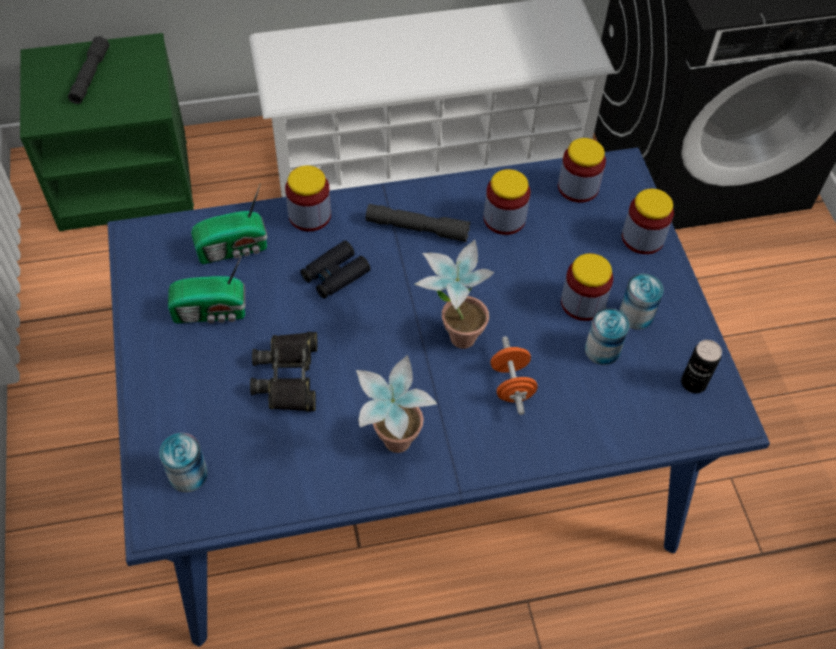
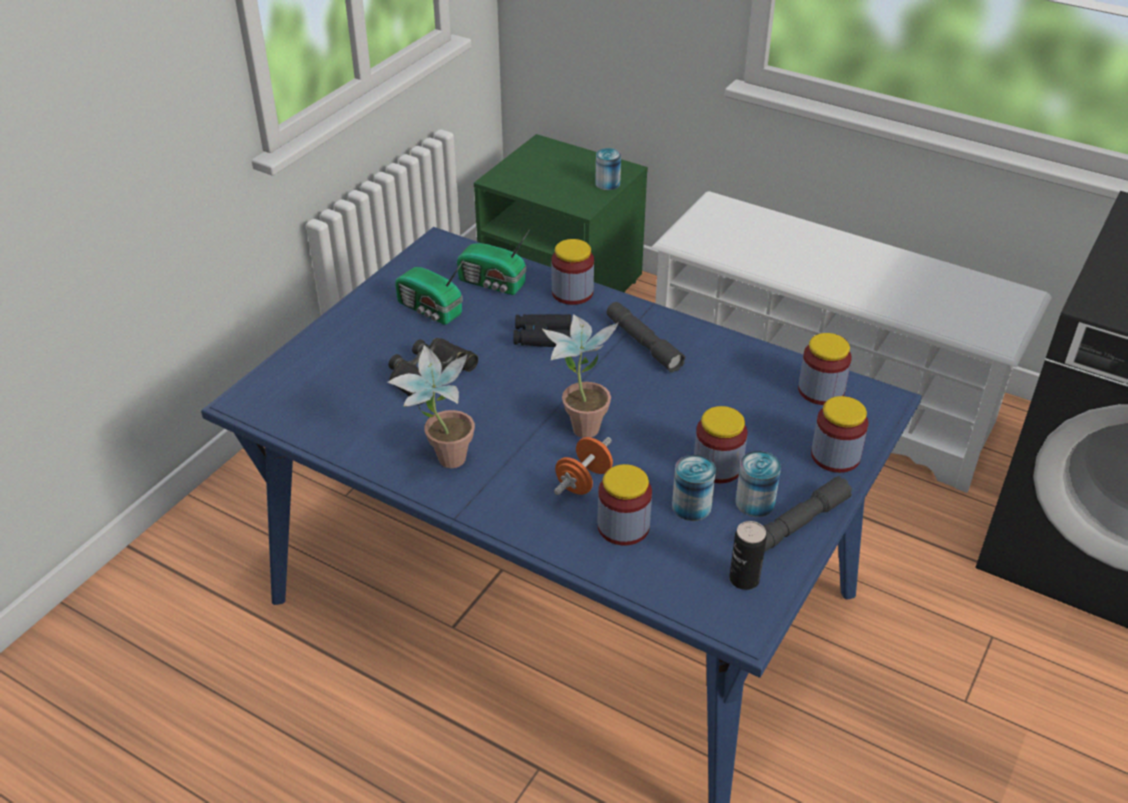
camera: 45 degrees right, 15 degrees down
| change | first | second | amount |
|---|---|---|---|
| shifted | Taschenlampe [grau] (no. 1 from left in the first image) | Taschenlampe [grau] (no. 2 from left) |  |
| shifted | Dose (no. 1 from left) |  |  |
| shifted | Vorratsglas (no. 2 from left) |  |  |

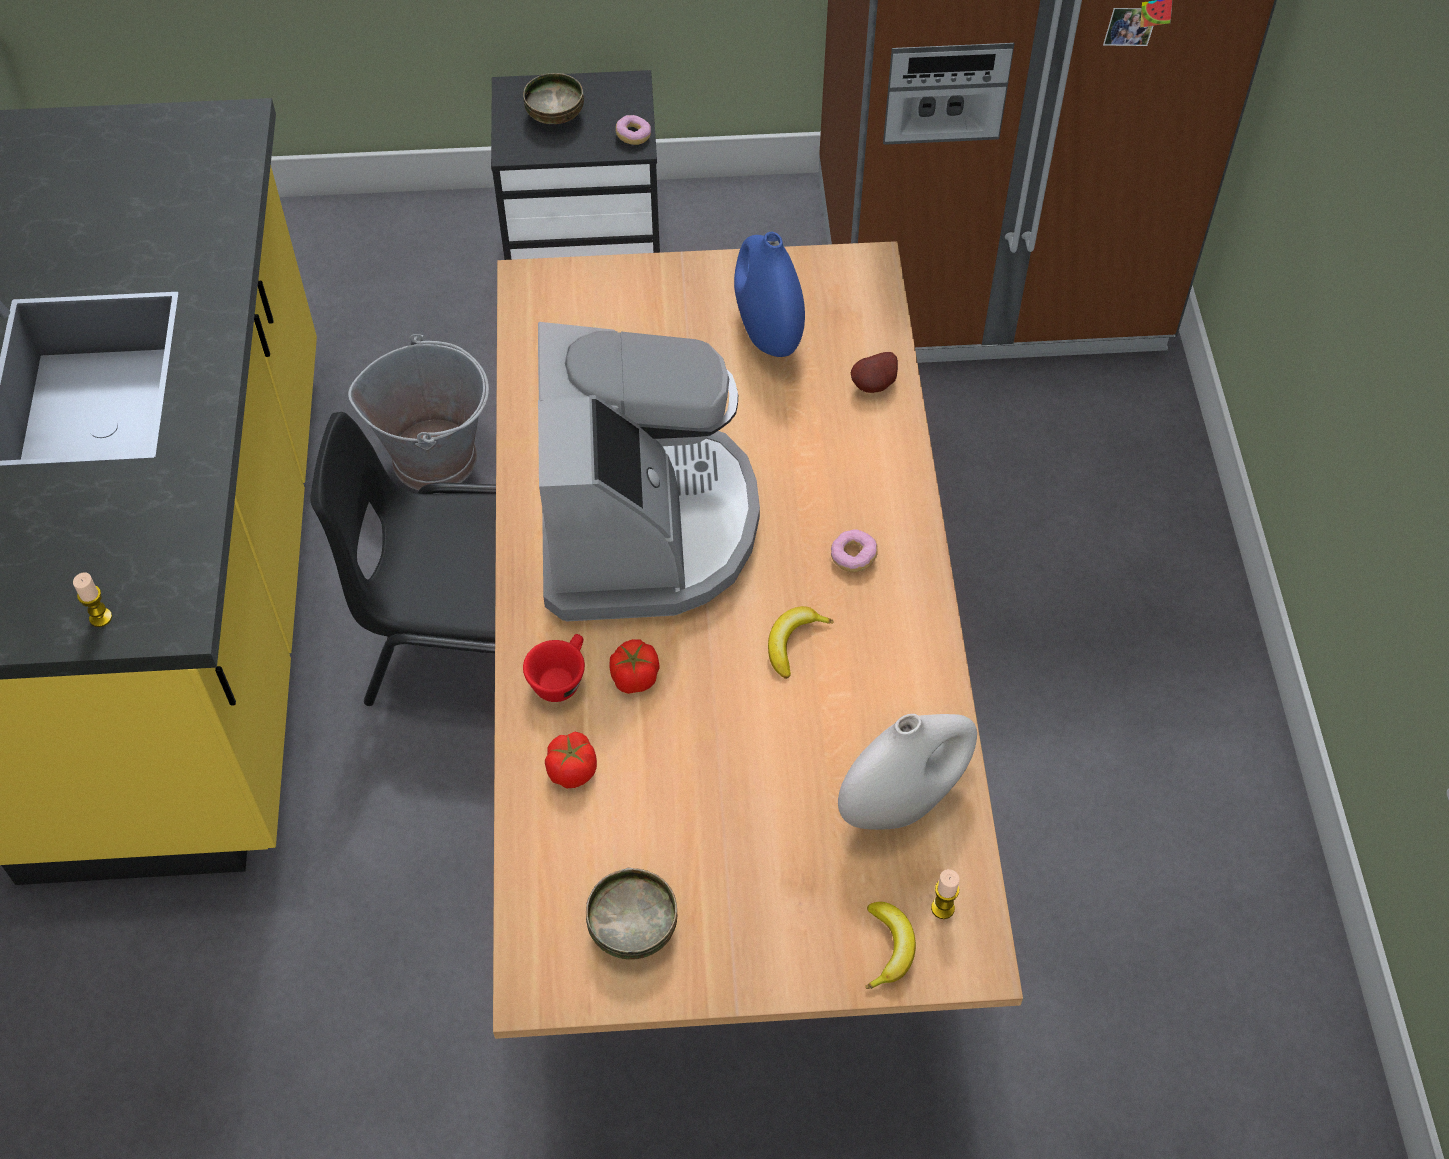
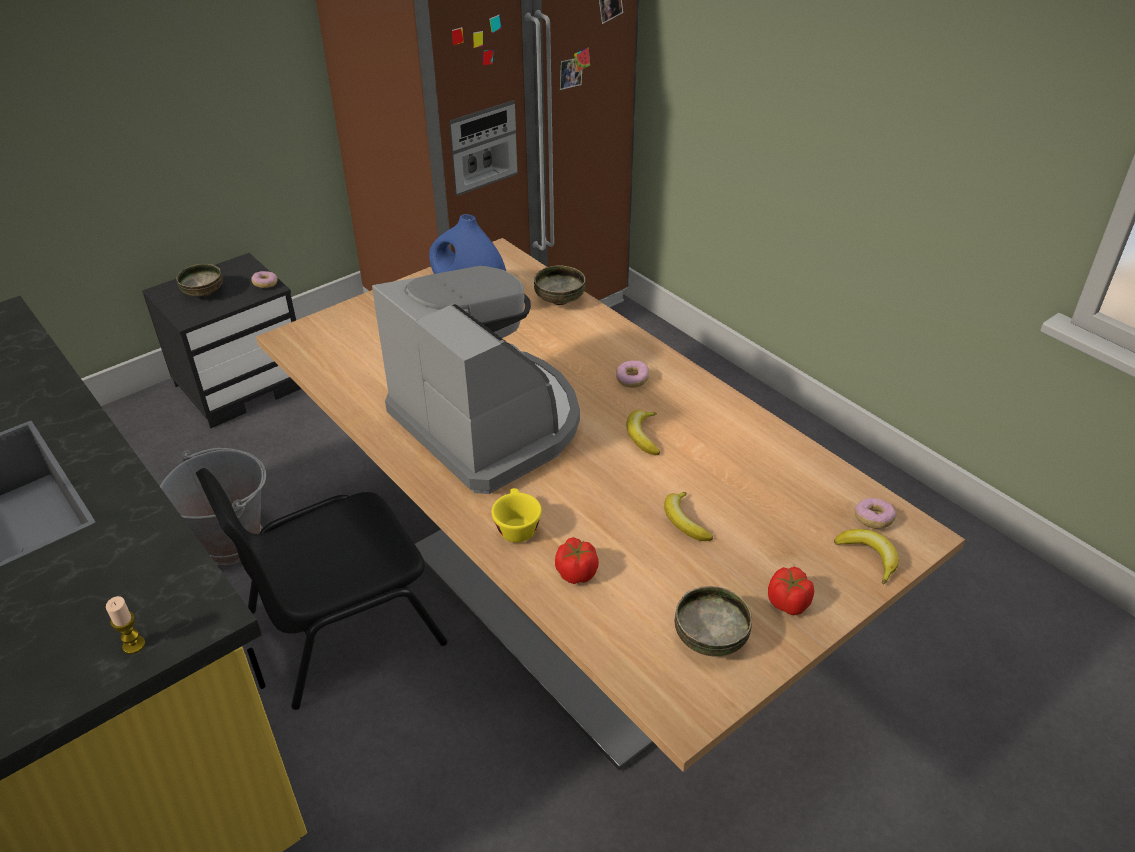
camera: 35 degrees left, 15 degrees down
| change | first | second | amount |
|---|---|---|---|
| gone | Vase [weiß] |  |  |
| new |  | Banane (no. 2 from left) |  |
| shifted | Tomate (no. 2 from left) |  |  |
| swapped | Kartoffel | Schüssel (no. 2 from left) |  |
| swapped | Kerze (no. 2 from left) | Donut (no. 3 from left) |  |
| repainted | Tasse [rot] | Tasse [gelb] |  |

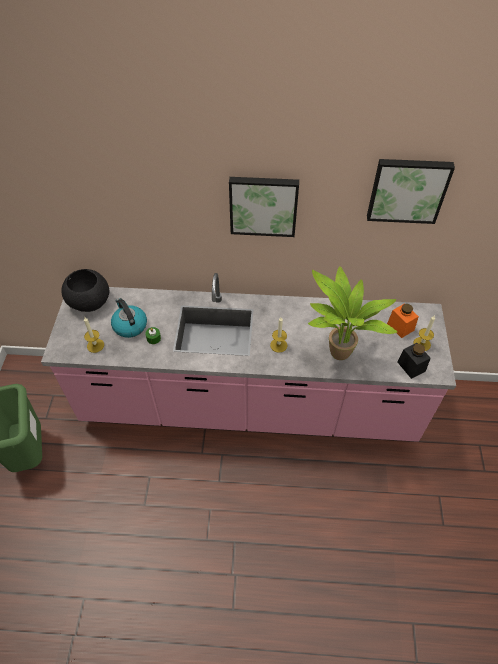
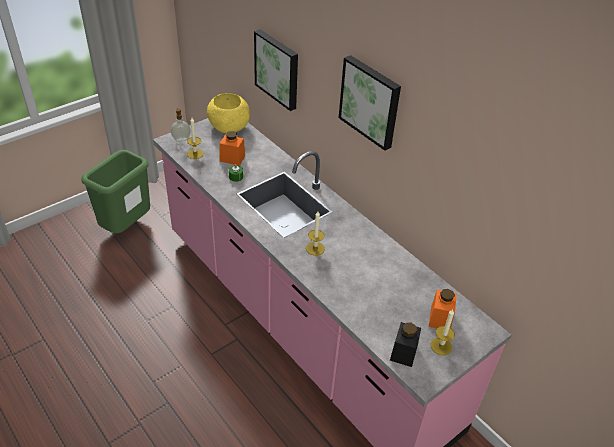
camera: 45 degrees right, 10 degrees down
| change | first | second | amount |
|---|---|---|---|
| gone | Topfpflanze |  |  |
| new |  | Seifenspender |  |
| shifted | Bild (no. 2 from left in the first image) | Bild (no. 1 from left) |  |
| swapped | Wasserkessel | Vorratsglas [orange] (no. 1 from left) |  |
| repainted | Schüssel [schwarz] | Schüssel [gelb] |  |

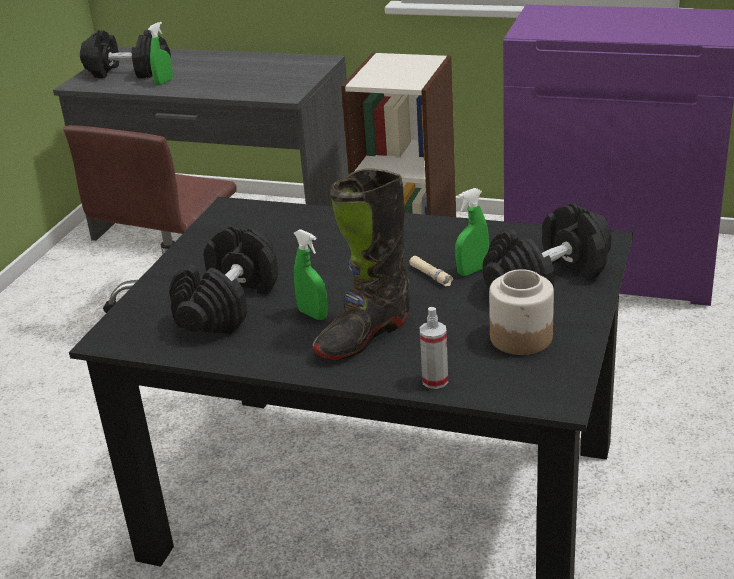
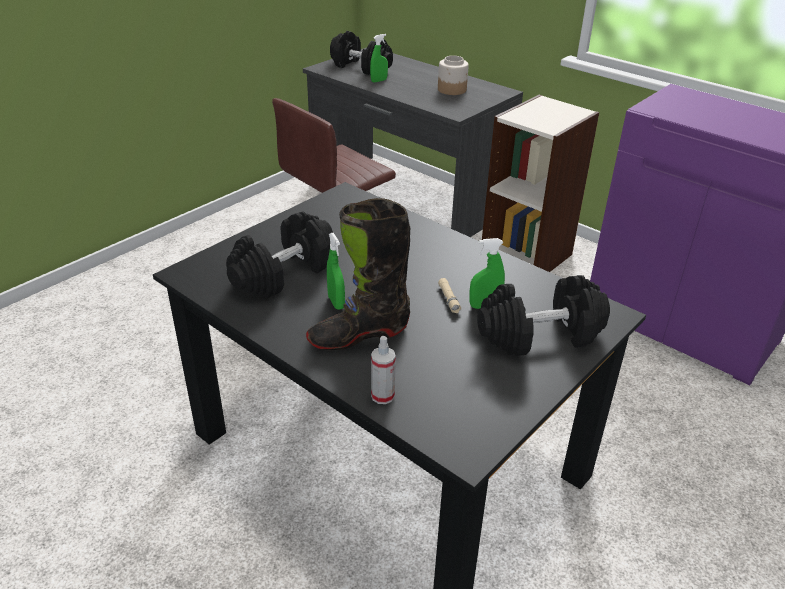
camera: 20 degrees right, 5 degrees up
| change | first | second | amount |
|---|---|---|---|
| shifted | Vorratsglas |  |  |

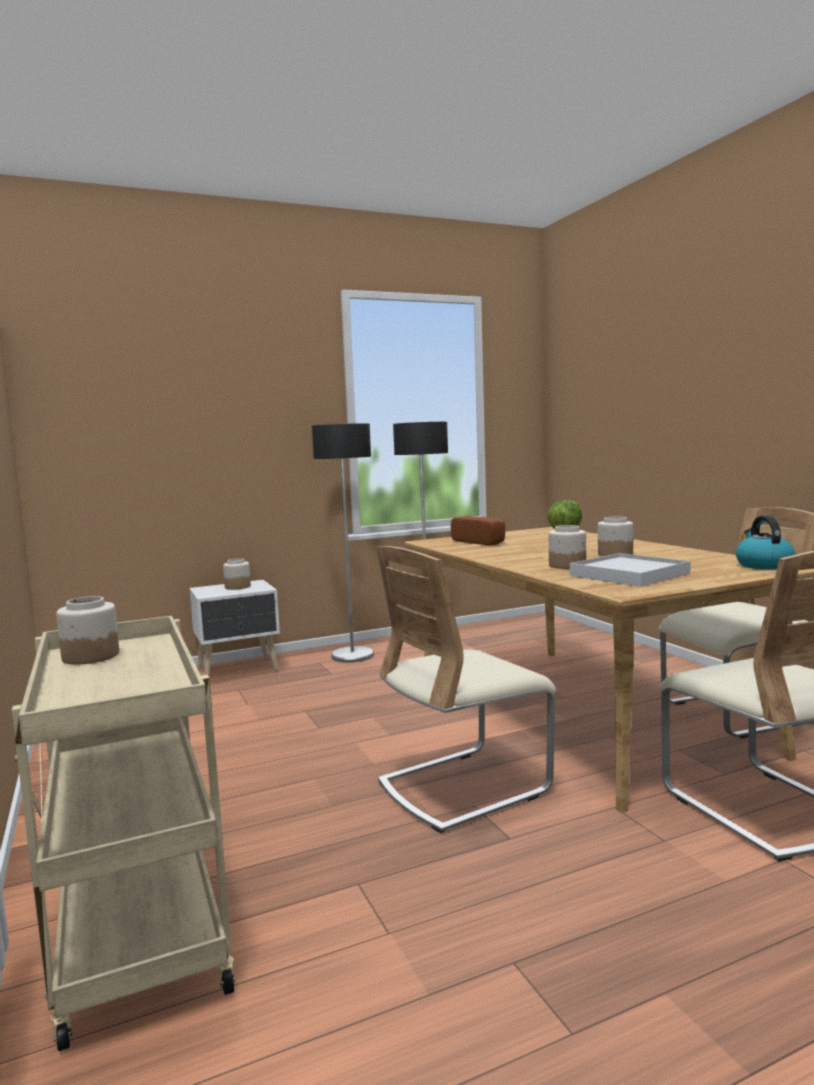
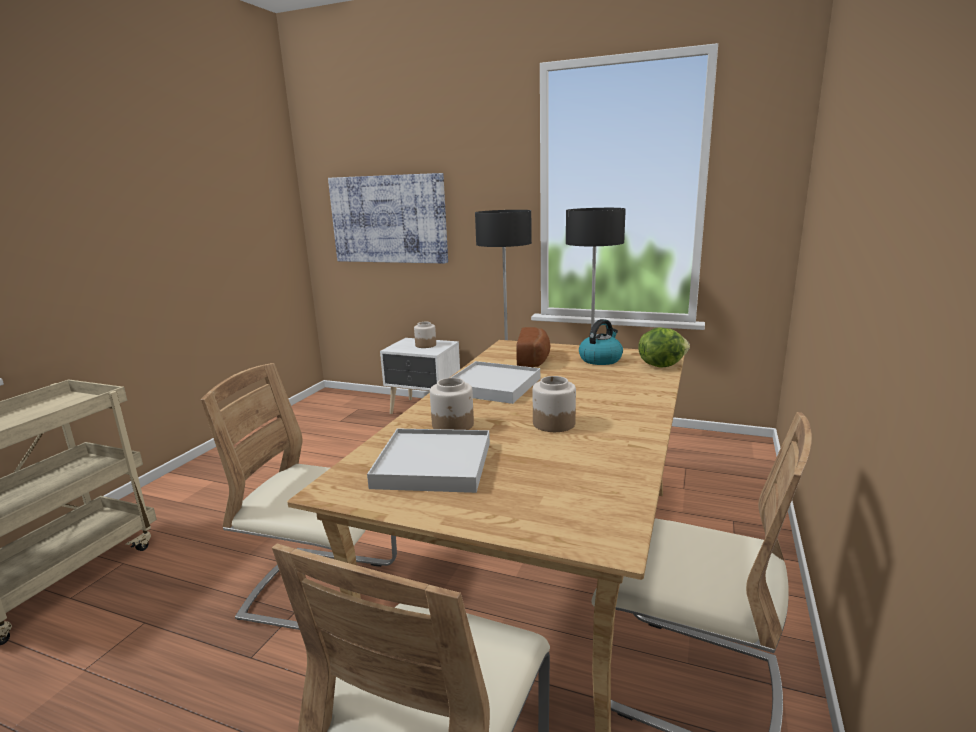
camera: 45 degrees right, 10 degrees up
| change | first | second | amount |
|---|---|---|---|
| gone | Vorratsglas (no. 1 from left) |  |  |
| new |  | Bild |  |
| new |  | Tablett [weiß] (no. 2 from left) |  |
| shifted | Wasserkessel |  |  |

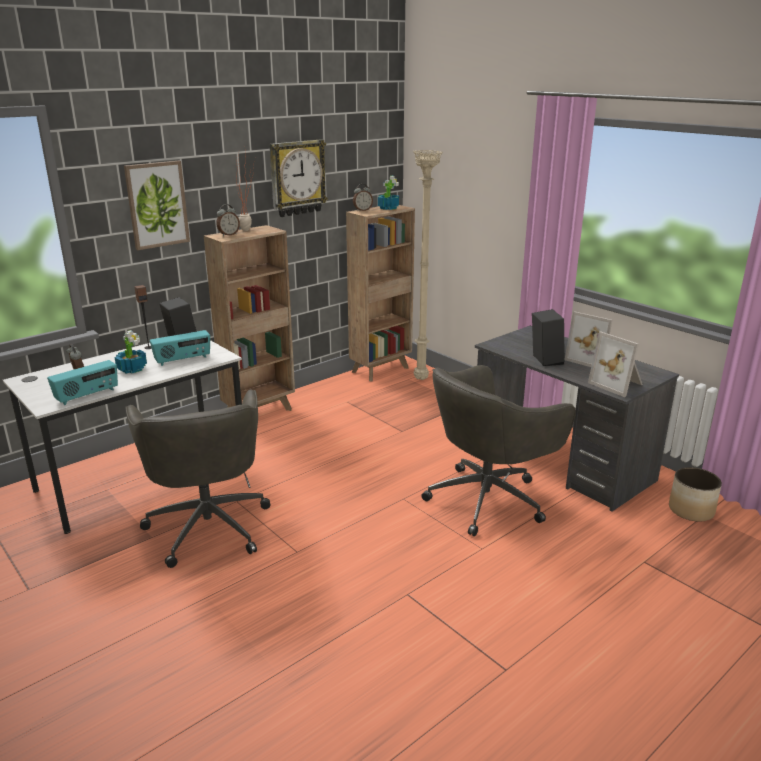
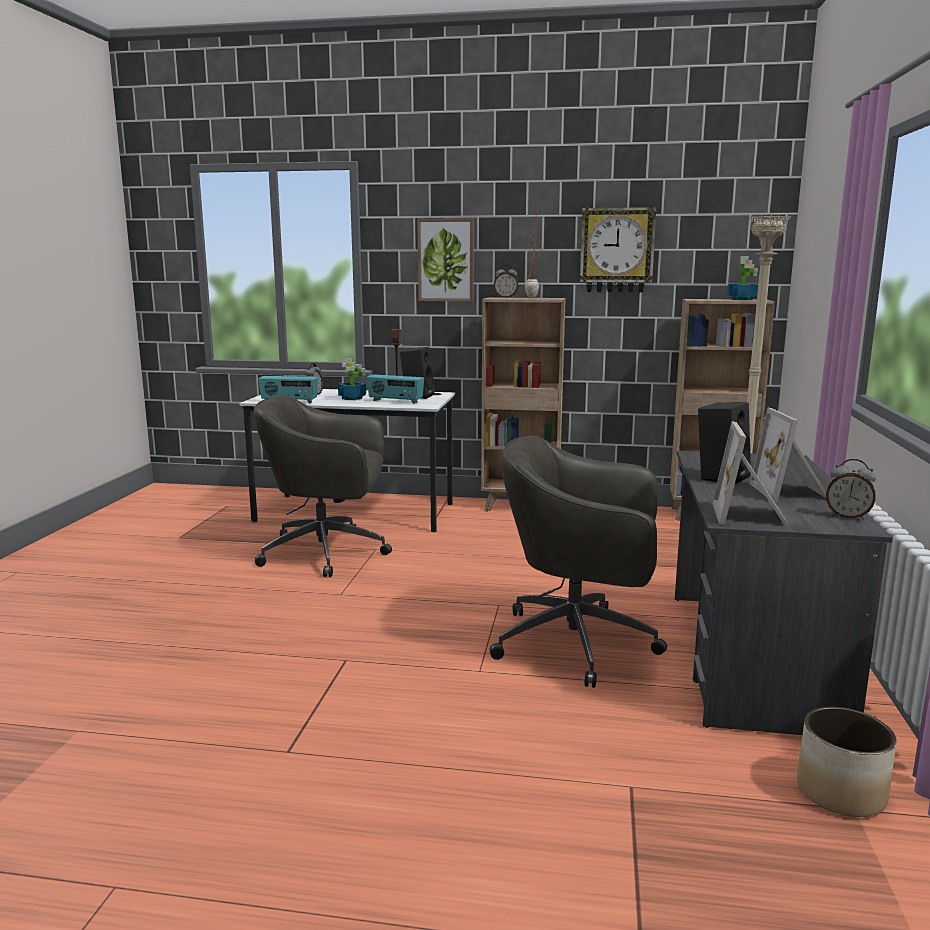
camera: 50 degrees right, 10 degrees down
| change | first | second | amount |
|---|---|---|---|
| shifted | Wecker (no. 3 from left) |  |  |
| rotated | Bürostuhl [grau] (no. 1 from left) |  | 60 degrees clockwise |

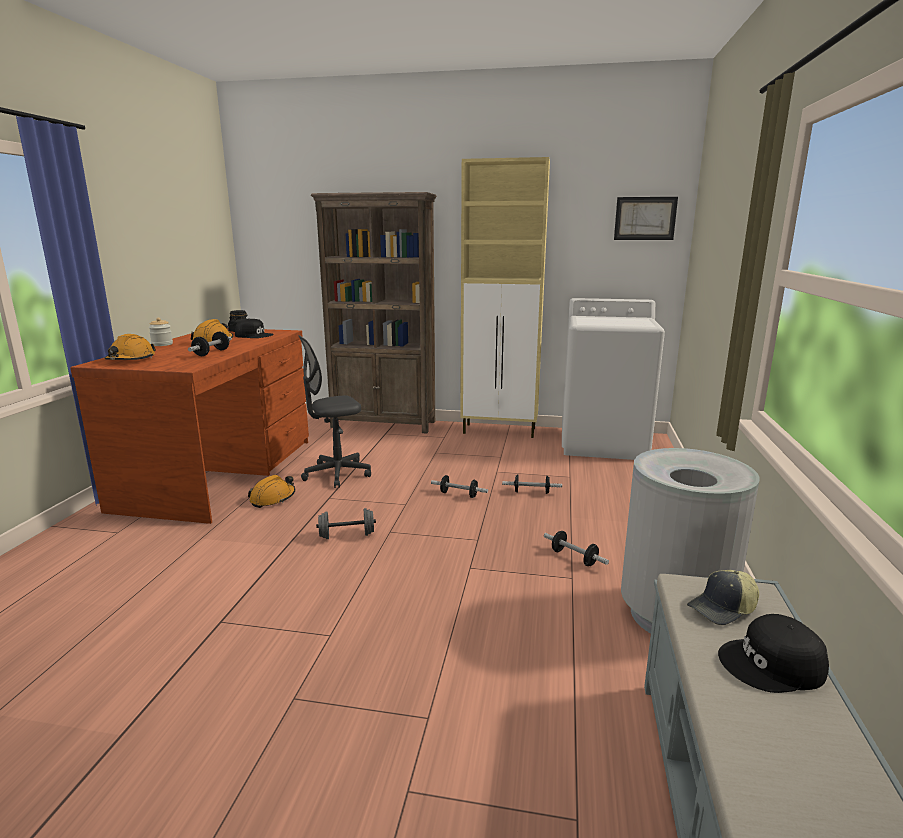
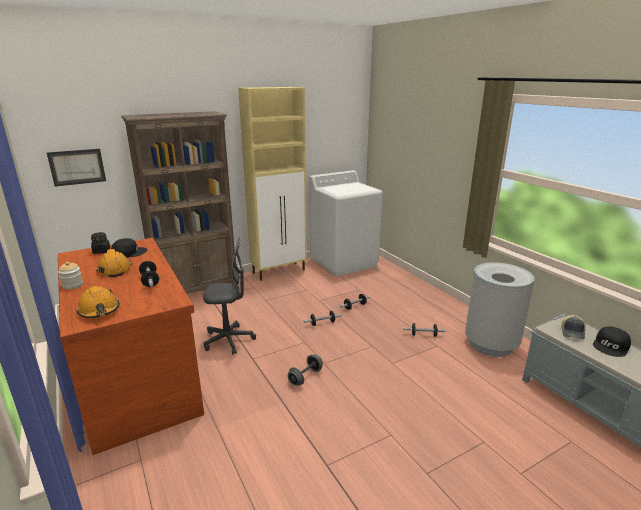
camera: 40 degrees left, 5 degrees up
| change | first | second | amount |
|---|---|---|---|
| gone | Schutzhelm [orange] (no. 3 from left) |  |  |
| shifted | Bild |  |  |
| rotated | Bürostuhl [grau] |  | 120 degrees counterclockwise |

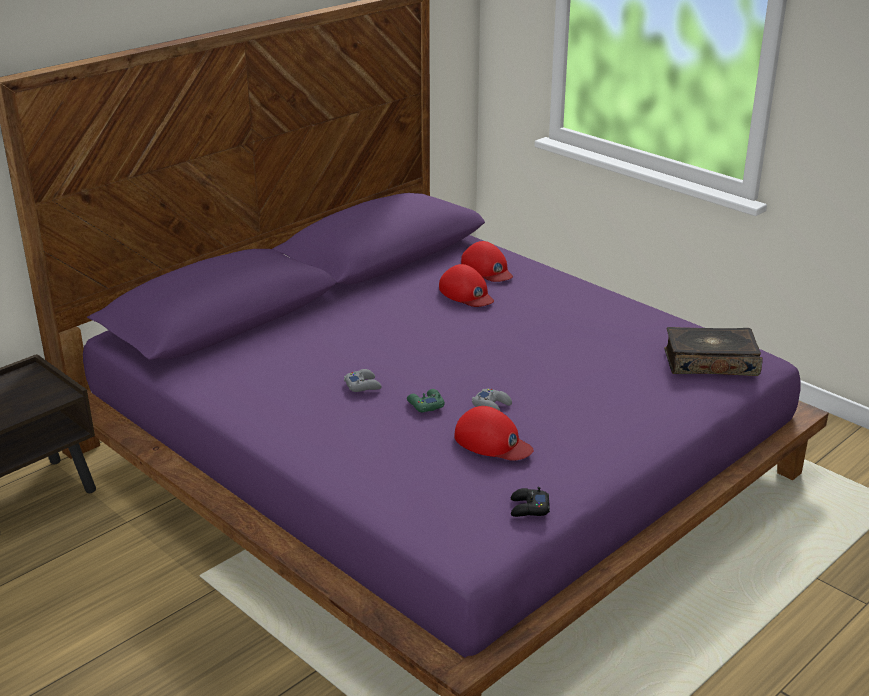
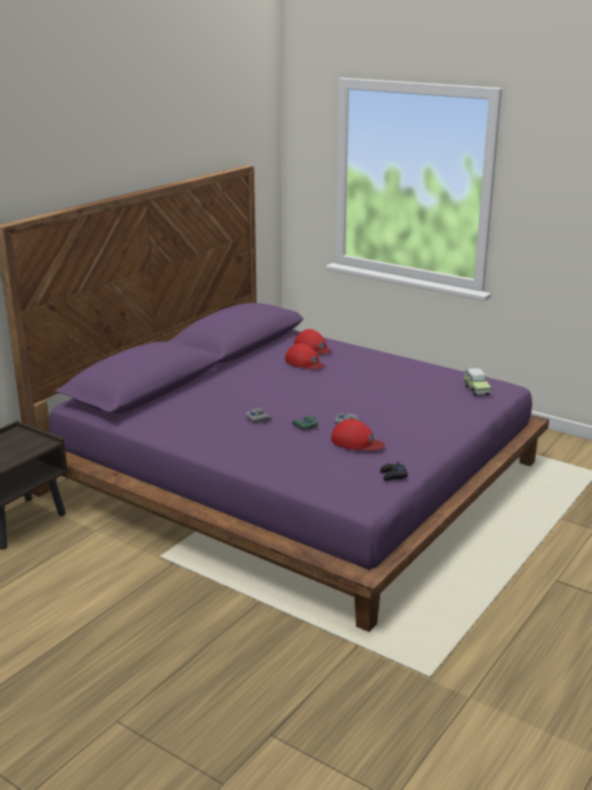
camera: 10 degrees left, 5 degrees down
| change | first | second | amount |
|---|---|---|---|
| swapped | Buch | Spielzeugauto |  |

